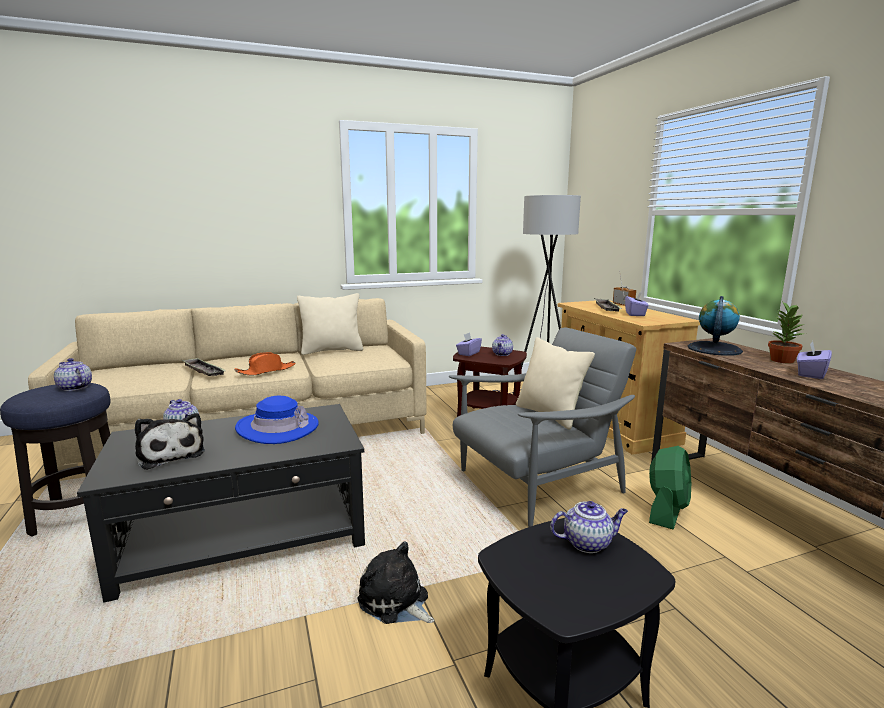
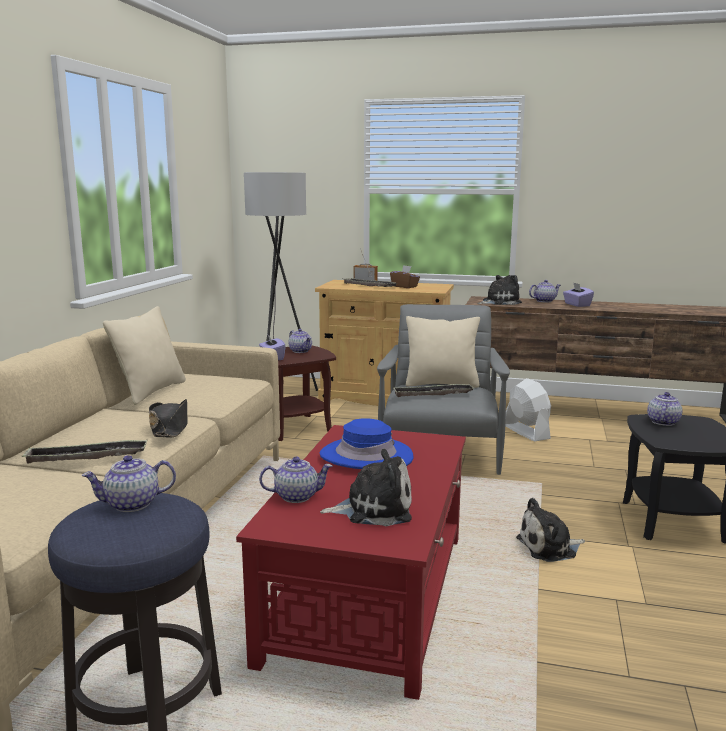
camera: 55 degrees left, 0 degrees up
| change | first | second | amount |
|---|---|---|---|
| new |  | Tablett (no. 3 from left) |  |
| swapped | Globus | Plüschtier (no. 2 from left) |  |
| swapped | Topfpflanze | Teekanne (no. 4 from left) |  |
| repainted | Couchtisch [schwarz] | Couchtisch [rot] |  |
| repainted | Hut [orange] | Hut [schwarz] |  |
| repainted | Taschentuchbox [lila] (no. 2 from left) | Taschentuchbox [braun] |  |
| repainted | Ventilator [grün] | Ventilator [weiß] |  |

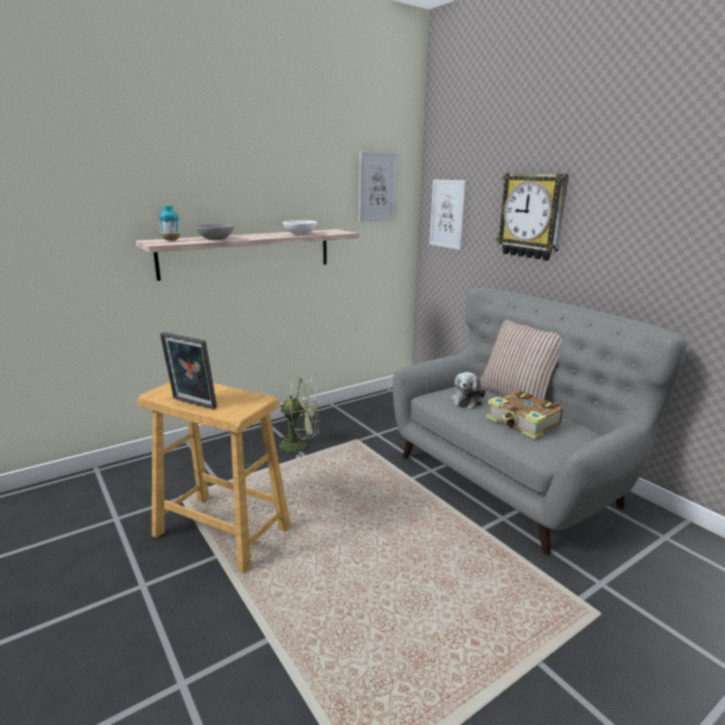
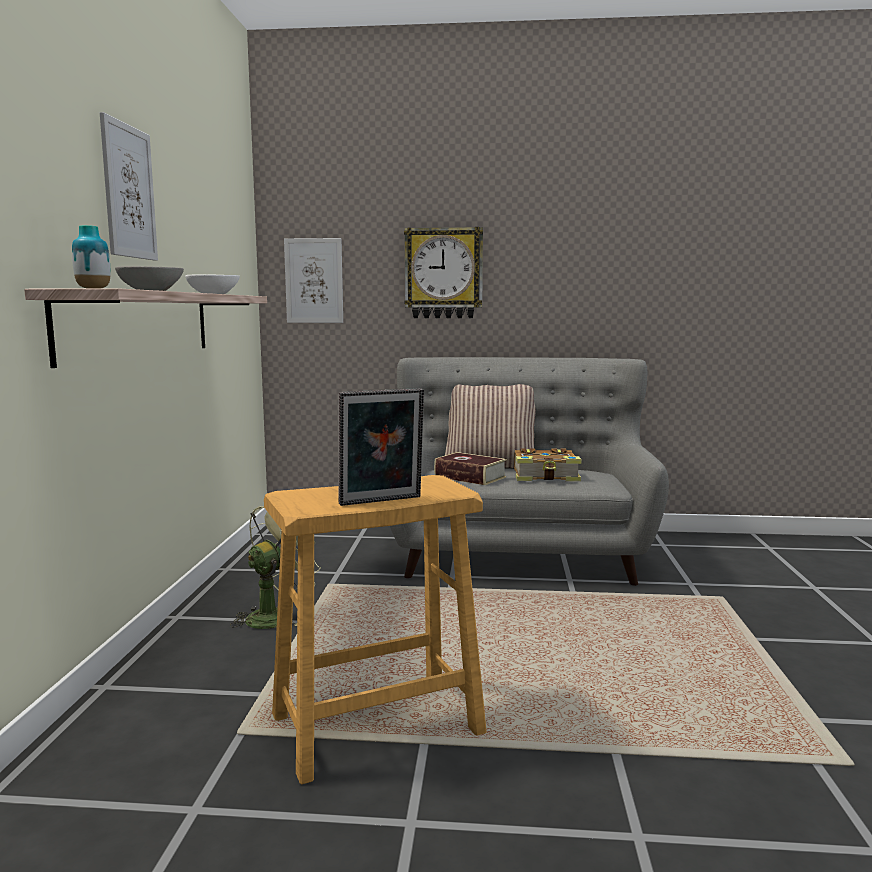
camera: 50 degrees left, 10 degrees down
| change | first | second | amount |
|---|---|---|---|
| shifted | Bild (no. 1 from left) |  |  |
| swapped | Plüschtier | Buch (no. 1 from left) |  |

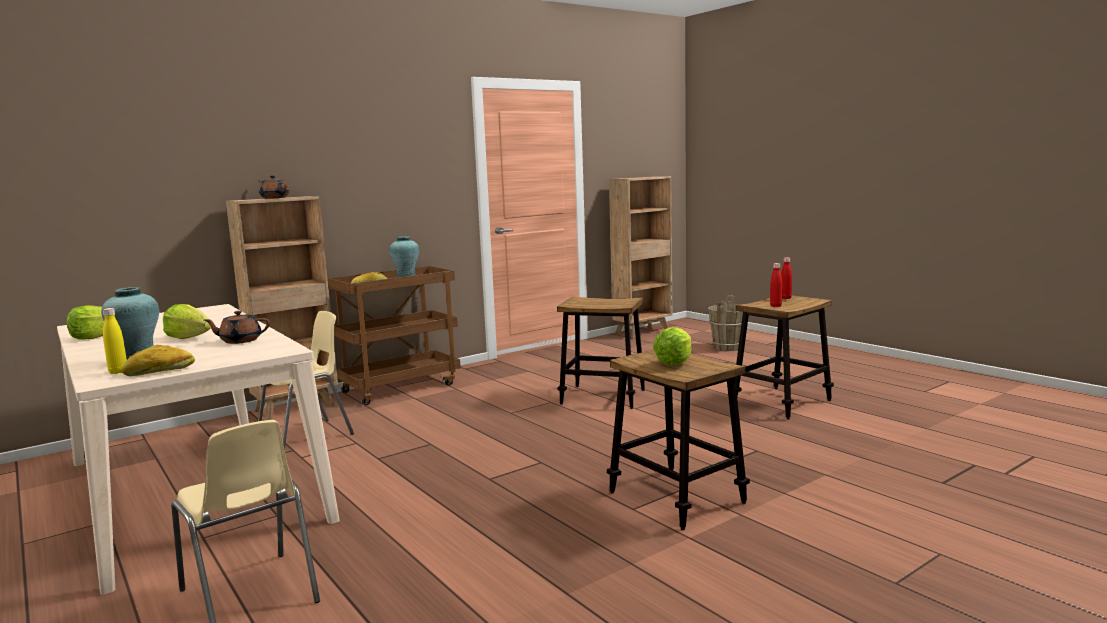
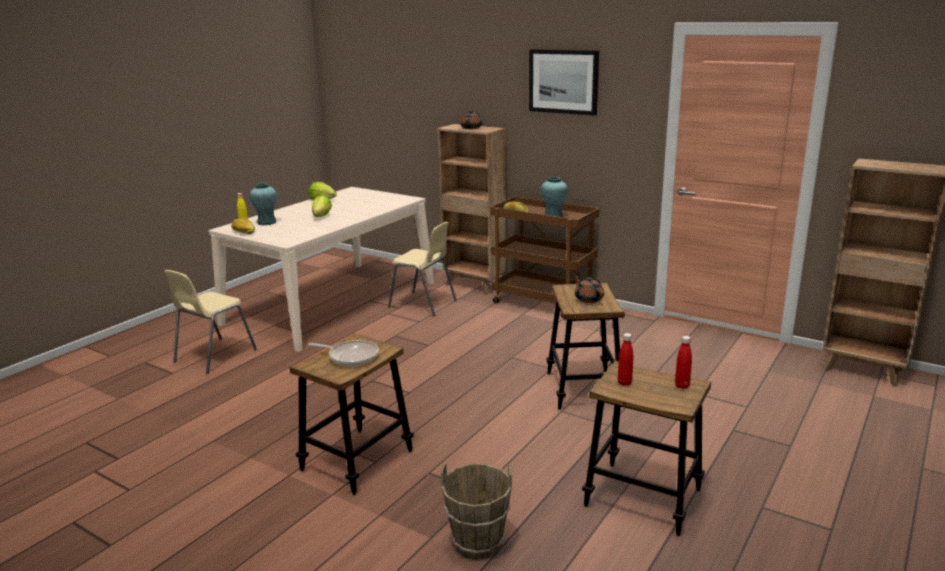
camera: 70 degrees right, 10 degrees up
| change | first | second | amount |
|---|---|---|---|
| new |  | Bild |  |
| shifted | Teekanne [braun] (no. 1 from left in the first image) | Teekanne [braun] (no. 2 from left) |  |
| shifted | Eimer [braun] |  |  |
| swapped | Salatkopf (no. 3 from left) | Pfanne |  |

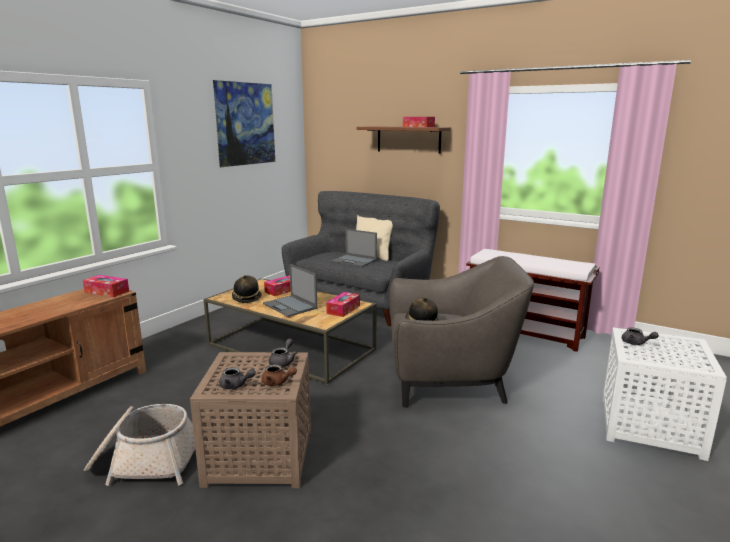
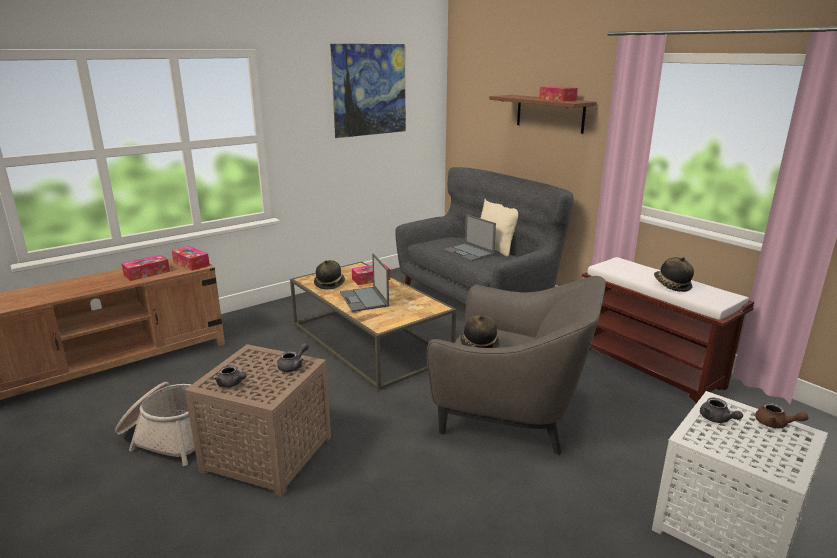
camera: 20 degrees right, 5 degrees up
| change | first | second | amount |
|---|---|---|---|
| new |  | Hut (no. 3 from left) |  |
| shifted | Teekanne [braun] |  |  |
| shifted | Taschentuchbox (no. 3 from left in the first image) | Taschentuchbox (no. 1 from left) |  |

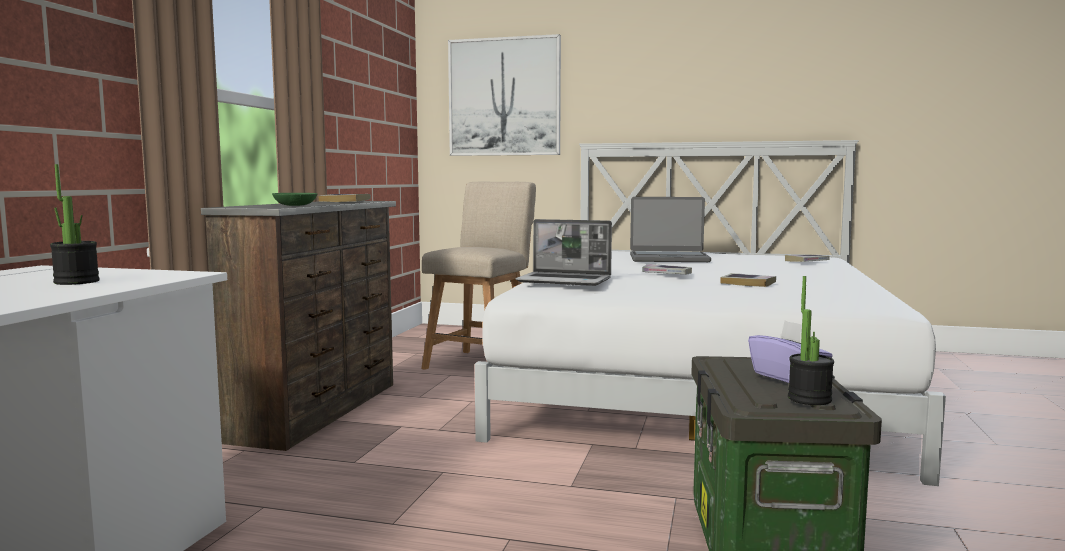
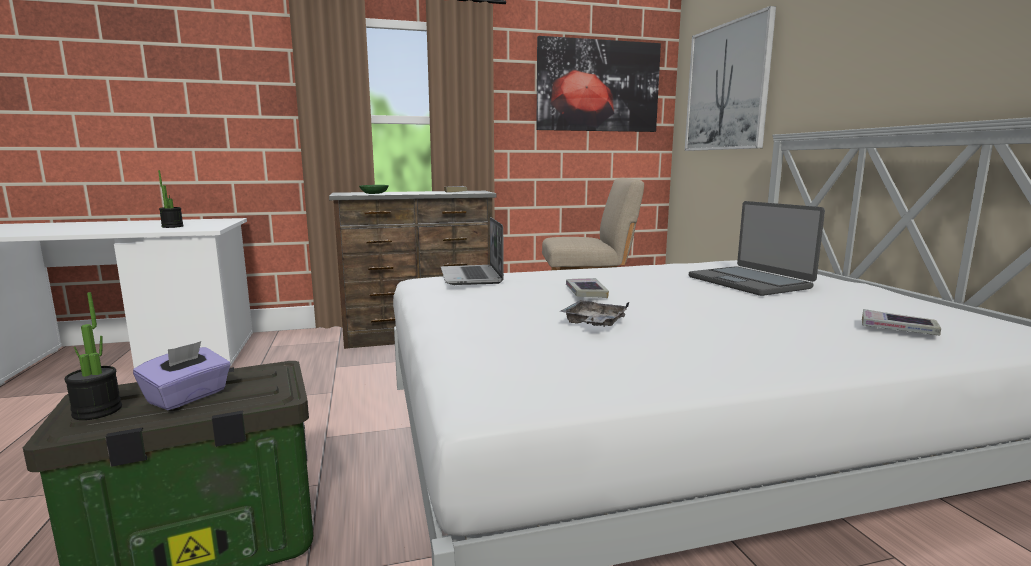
camera: 60 degrees right, 5 degrees up
| change | first | second | amount |
|---|---|---|---|
| new |  | Bild (no. 1 from left) |  |
| swapped | Buch (no. 3 from left) | Tablett [grau] |  |

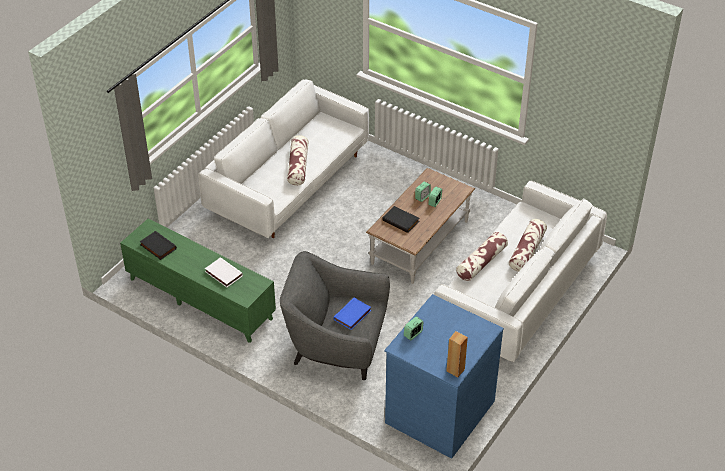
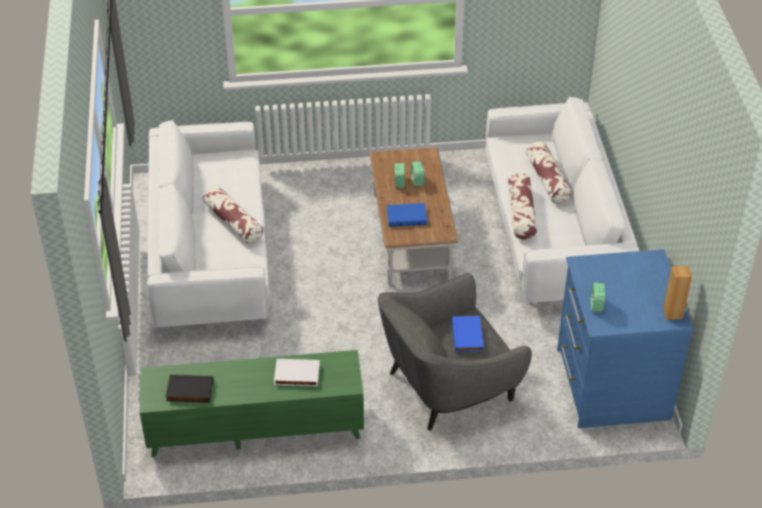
camera: 40 degrees left, 0 degrees up
| change | first | second | amount |
|---|---|---|---|
| repainted | Buch [schwarz] (no. 2 from left) | Buch [blau] (no. 1 from left) |  |

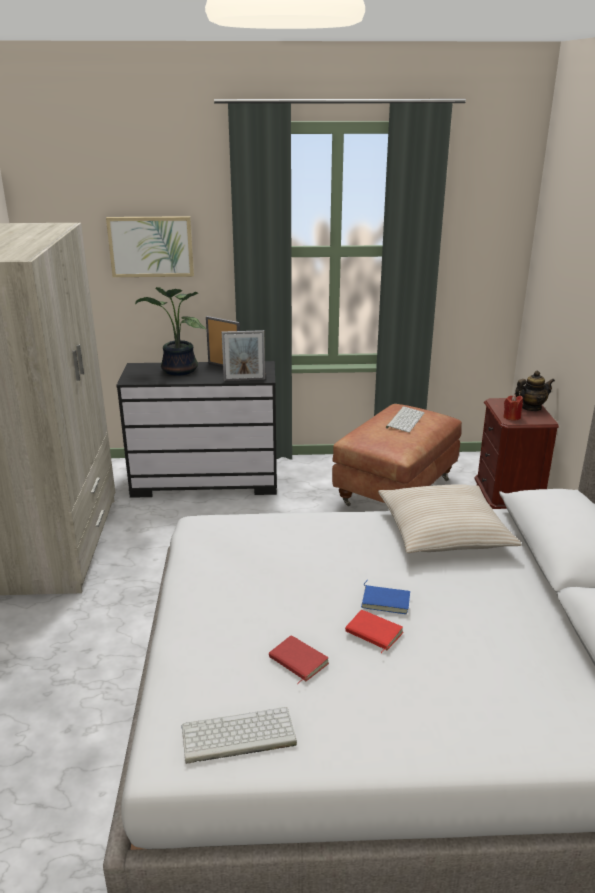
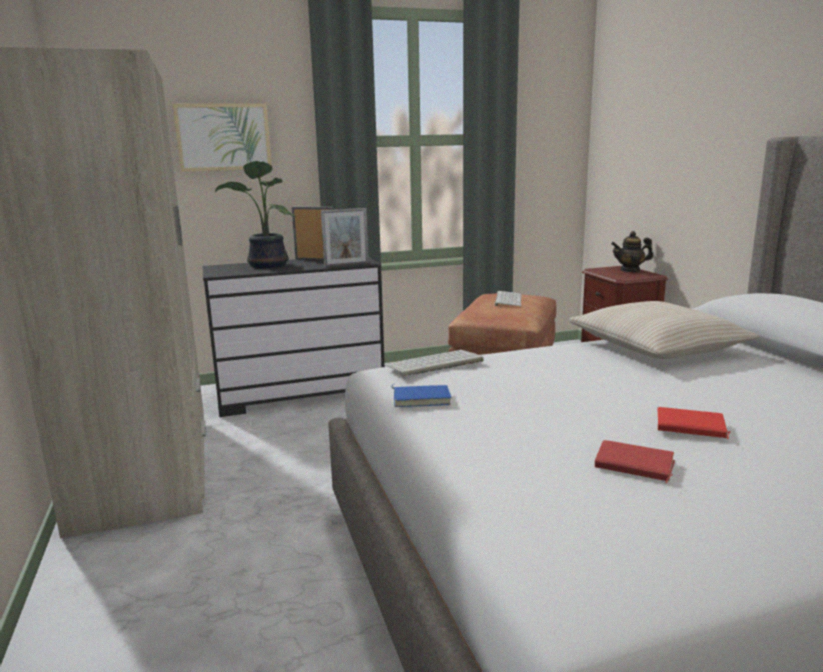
camera: 15 degrees left, 10 degrees down
| change | first | second | amount |
|---|---|---|---|
| gone | Kerze [rot] |  |  |
| shifted | Tastatur (no. 1 from left) |  |  |
| shifted | Buch [blau] |  |  |
| rotated | Teekanne |  | 150 degrees counterclockwise |

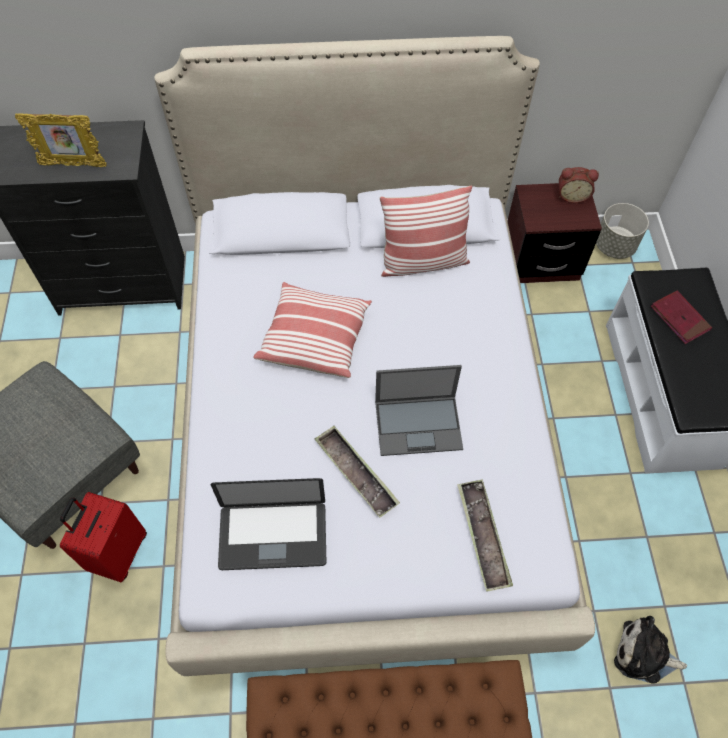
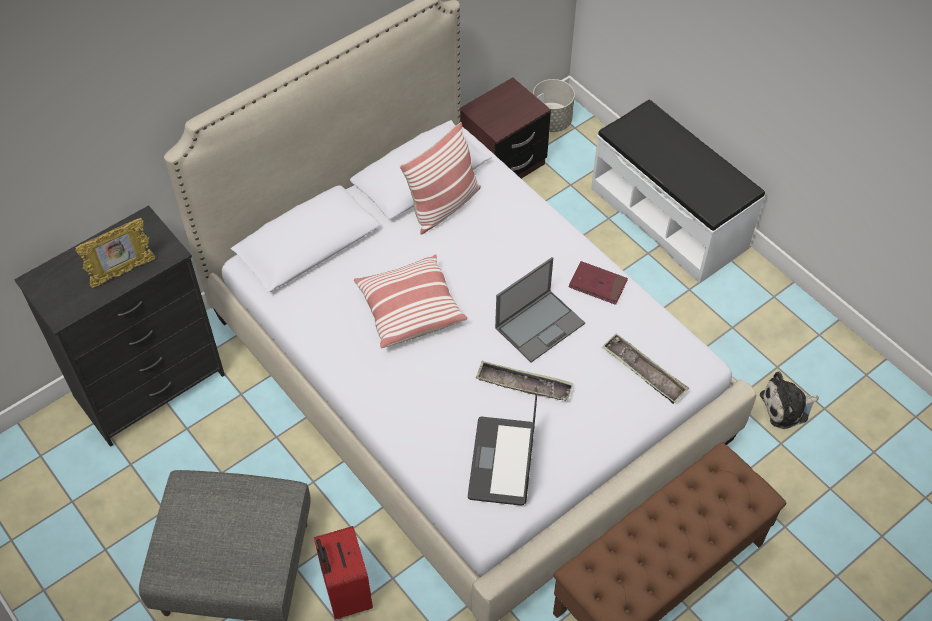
camera: 35 degrees left, 5 degrees down
| change | first | second | amount |
|---|---|---|---|
| gone | Wecker |  |  |
| shifted | Buch [rot] |  |  |
| rotated | Laptop (no. 1 from left) |  | 135 degrees clockwise |

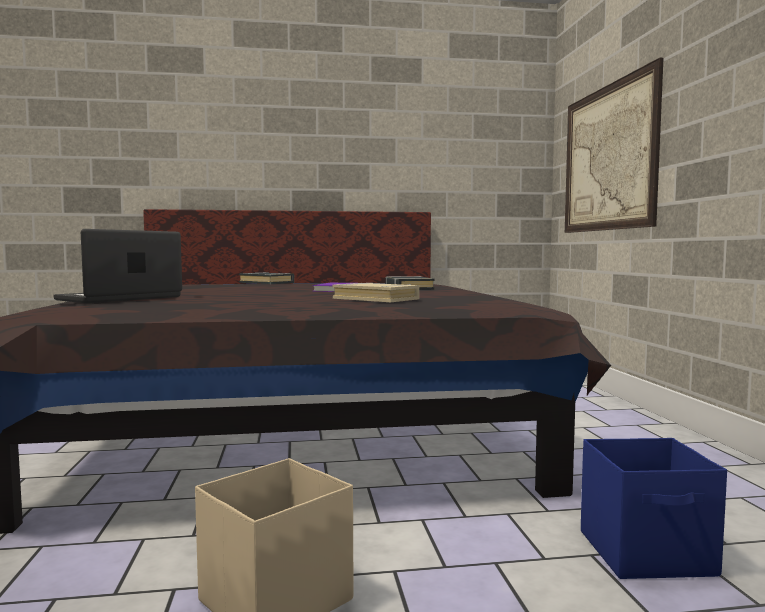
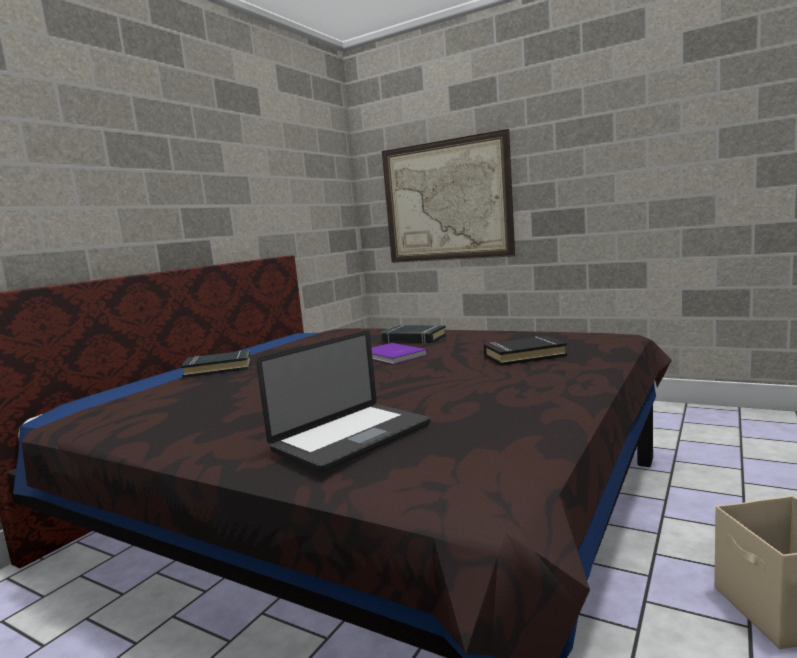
camera: 50 degrees left, 5 degrees up
| change | first | second | amount |
|---|---|---|---|
| gone | Aufbewahrungsbox [blau] |  |  |
| repainted | Buch [beige] | Buch [schwarz] (no. 3 from left) |  |
| rotated | Laptop |  | 120 degrees counterclockwise |

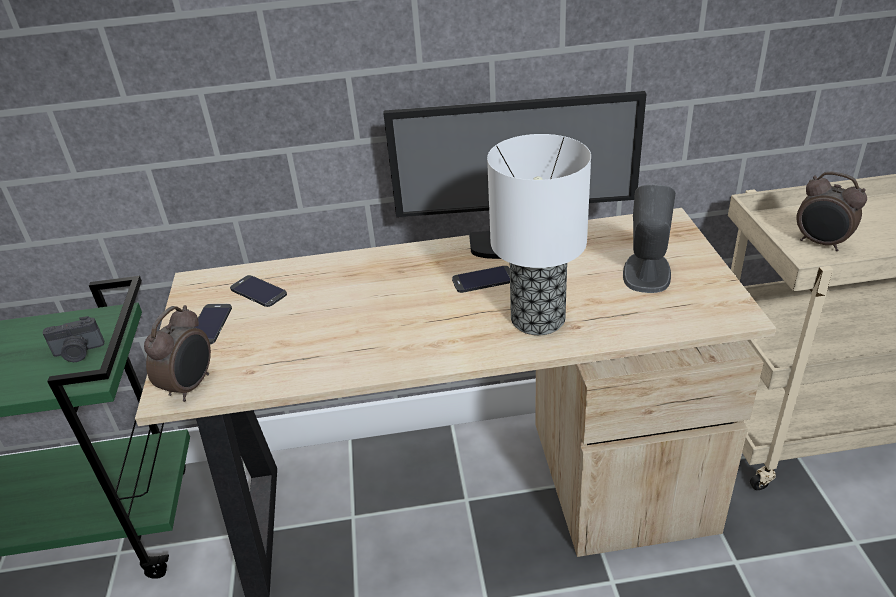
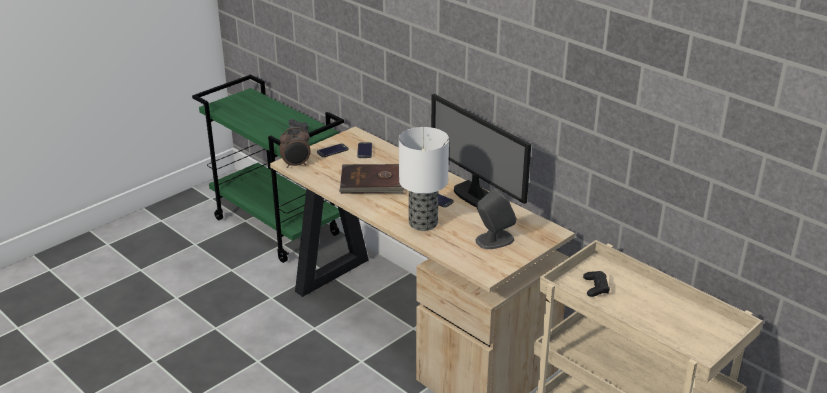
camera: 50 degrees right, 5 degrees down
| change | first | second | amount |
|---|---|---|---|
| new |  | Buch [braun] |  |
| swapped | Wecker (no. 2 from left) | Gamepad [schwarz] |  |

